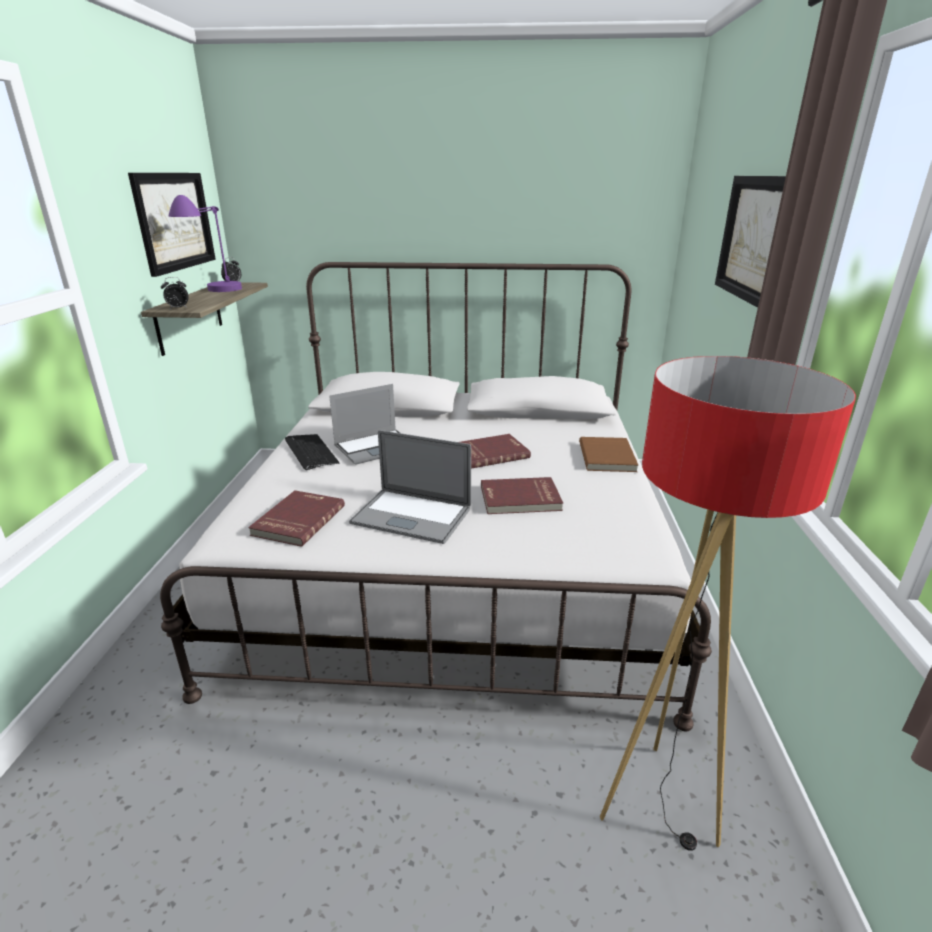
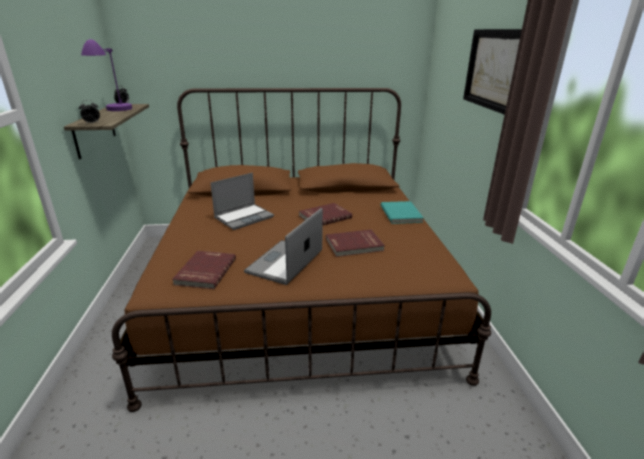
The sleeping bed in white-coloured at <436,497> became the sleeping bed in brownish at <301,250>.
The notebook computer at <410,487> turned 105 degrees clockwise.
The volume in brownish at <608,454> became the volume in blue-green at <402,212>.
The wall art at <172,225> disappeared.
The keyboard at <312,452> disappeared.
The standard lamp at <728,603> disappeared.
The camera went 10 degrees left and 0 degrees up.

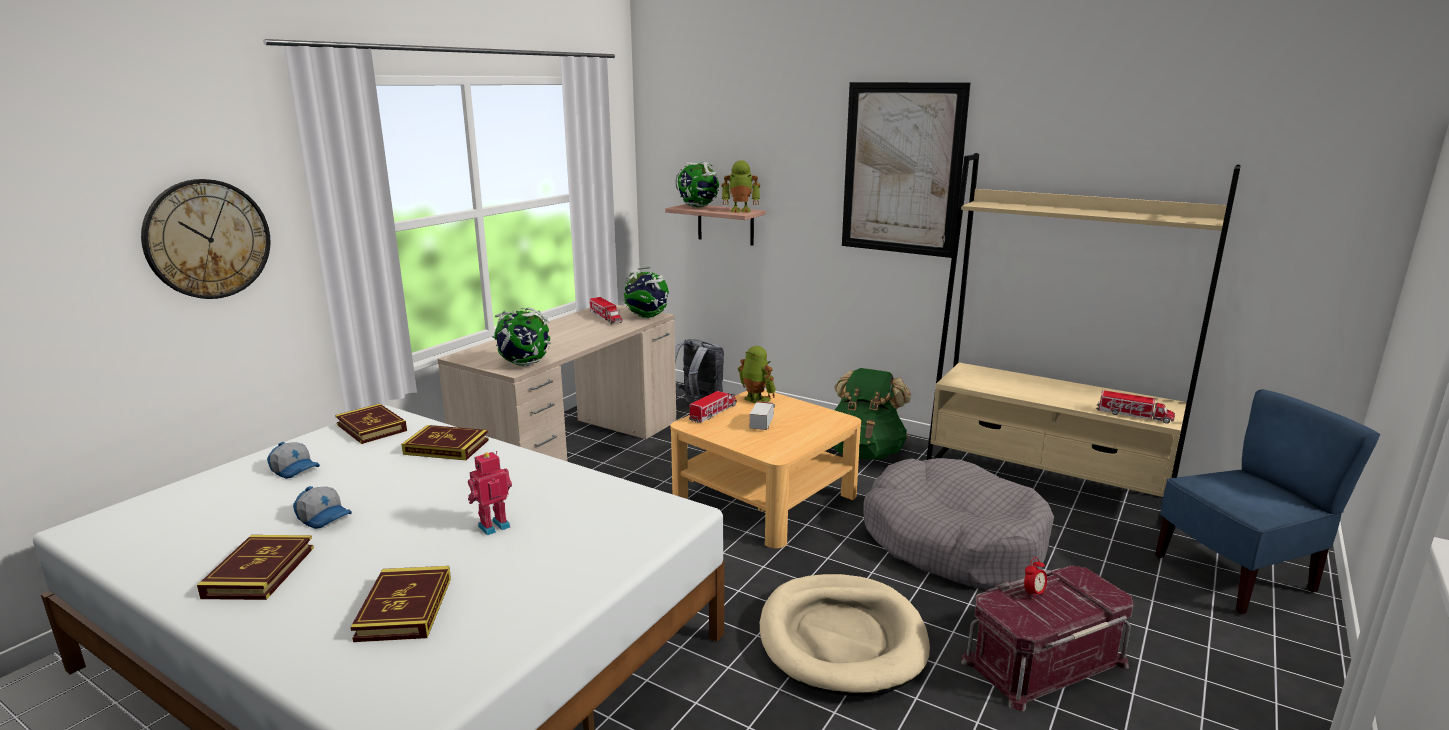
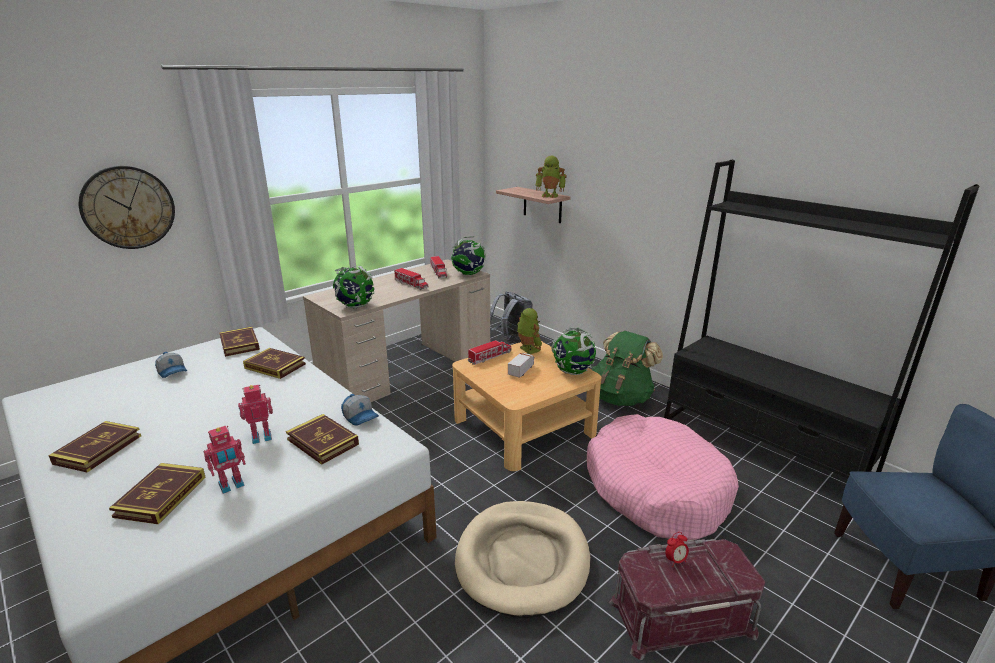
The toy robot at <225,460> appeared.
The volume at <322,439> appeared.
The cap moved from <322,507> to <360,409>.
The toy truck moved from <1135,407> to <411,279>.
The globe moved from <697,184> to <574,351>.
The pet bed in gray at <959,523> became the pet bed in pink-coloured at <663,477>.
The bookshelf in sand-coloured at <1083,325> became the bookshelf in blackish at <821,319>.
The wall art at <906,170> disappeared.
The camera went 15 degrees right and 5 degrees up.

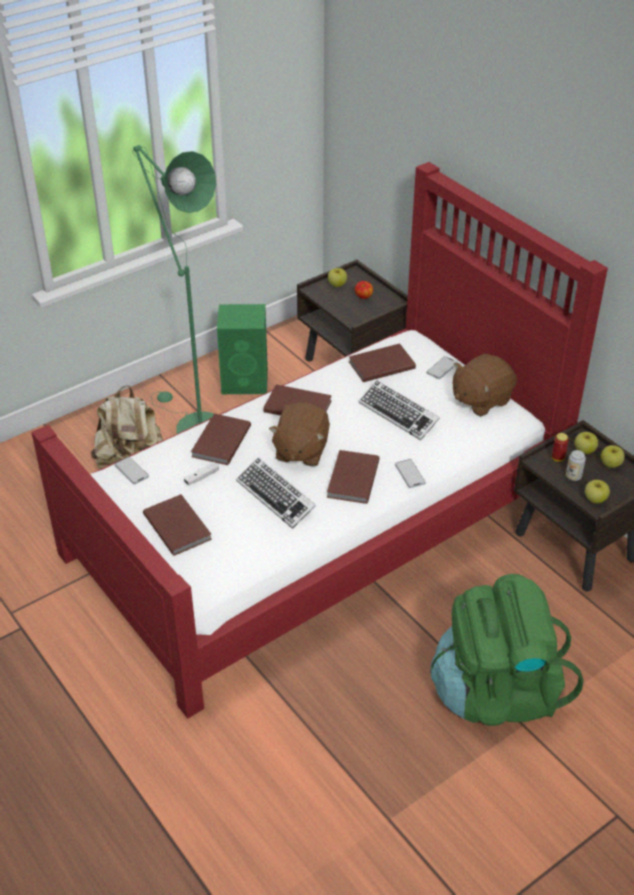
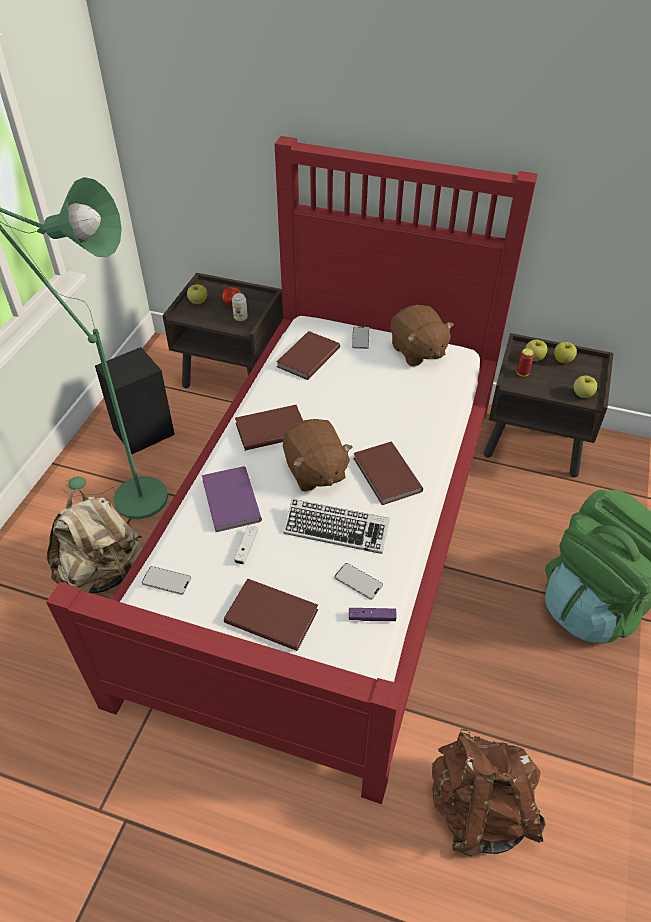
The loudspeaker in greenish at <242,349> became the loudspeaker in blackish at <135,400>.
The volume in brownish at <221,439> became the volume in purple at <232,499>.
The can moved from <576,465> to <240,307>.
The telephone moved from <410,473> to <359,581>.
The gamepad in purple at <373,614> appeared.
The plush toy in brownish at <485,385> turned 45 degrees counterclockwise.
The backpack in brownish at <489,792> appeared.
The keyboard at <399,410> disappeared.
The camera went 35 degrees left and 5 degrees up.

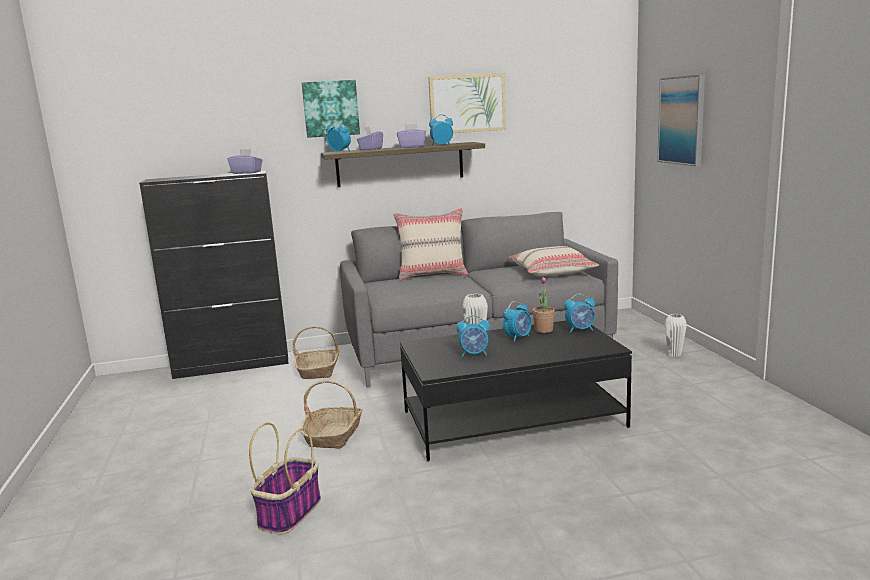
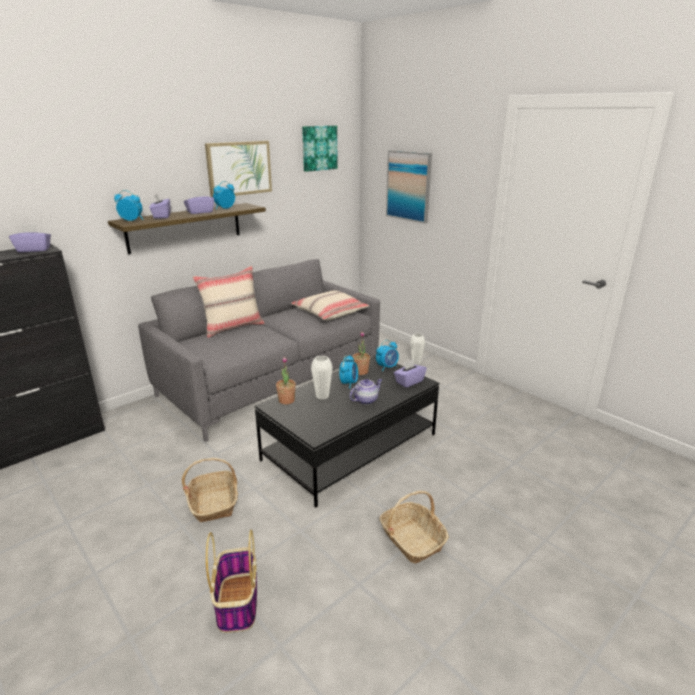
The plant in a pot at <286,381> appeared.
The wall art moved from <331,109> to <320,149>.
The pot for tea at <365,392> appeared.
The basket moved from <316,352> to <414,527>.
The box of tissues in purple at <410,373> appeared.
The alarm clock at <473,336> disappeared.
The camera went 30 degrees left and 10 degrees up.

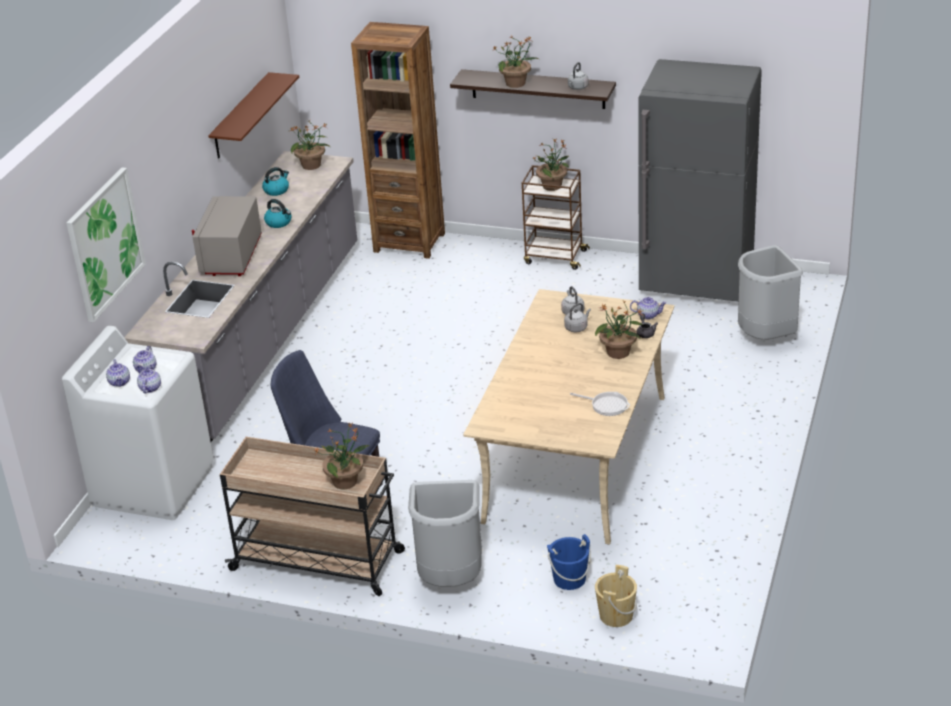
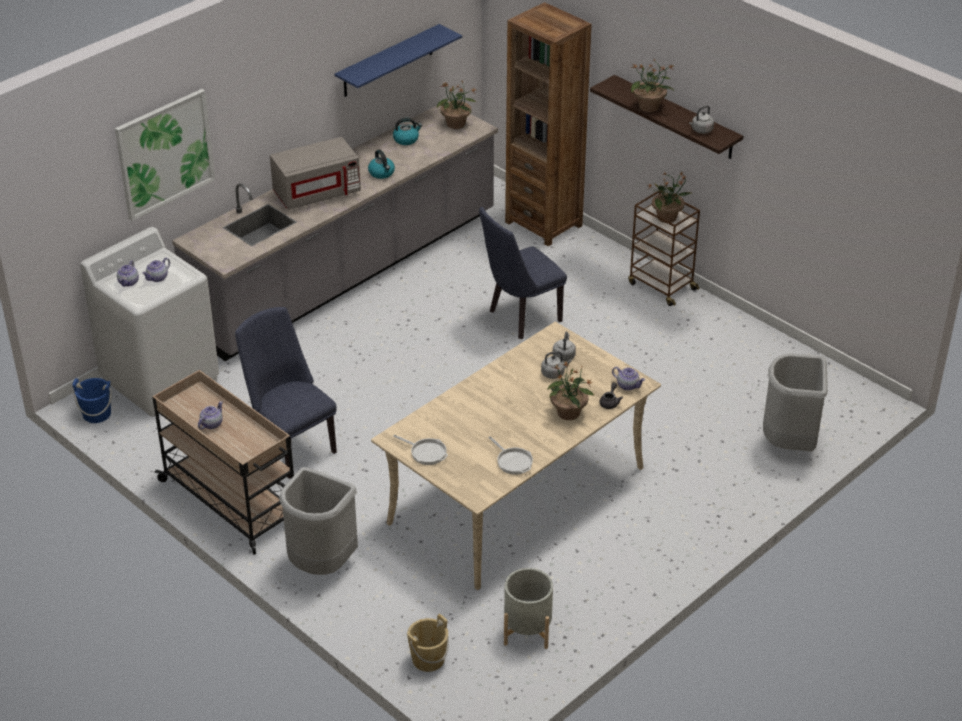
The pail in bluish moved from <569,562> to <91,400>.
The pot for tea moved from <149,379> to <210,415>.
The microwave in gray at <227,236> turned 150 degrees counterclockwise.
The shelf in brownish at <253,115> became the shelf in bluish at <398,60>.
The skillet at <420,450> appeared.
The upright chair in bluish at <523,273> appeared.
The flower pot in gray at <528,608> appeared.
The plant in a pot at <341,456> disappeared.
The fridge in gray at <700,180> disappeared.
The camera went 25 degrees right and 5 degrees up.

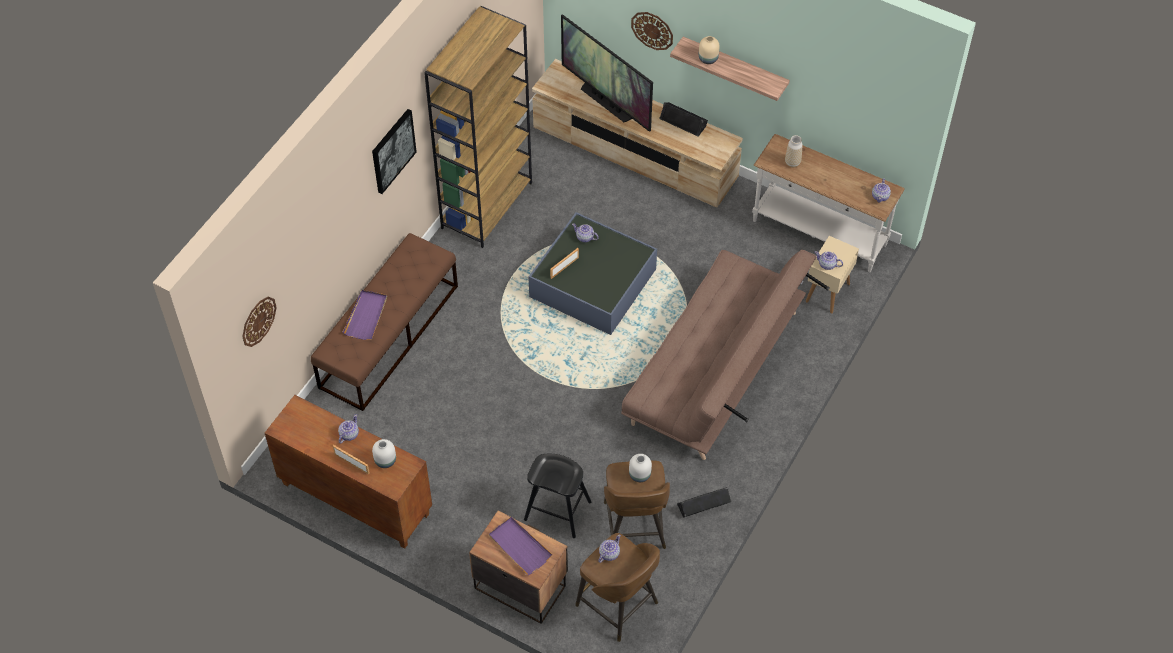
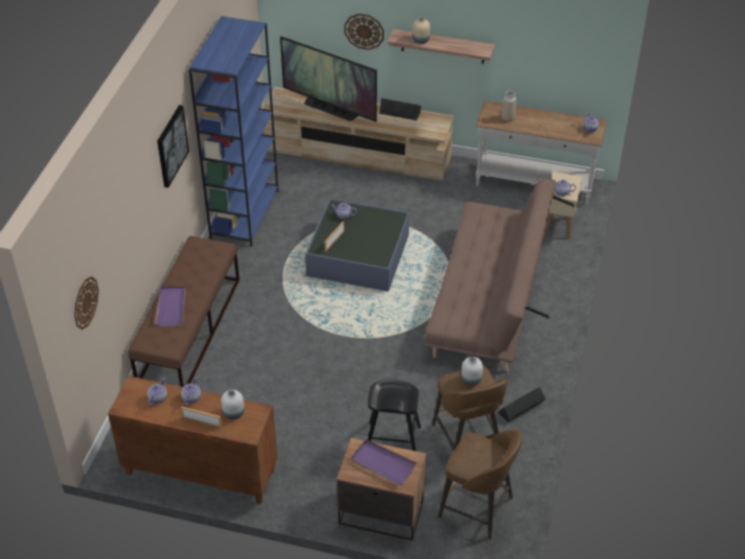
The pot for tea moved from <609,549> to <157,392>.
The bookshelf in brownish at <478,127> became the bookshelf in bluish at <234,131>.
The camera went 15 degrees left and 10 degrees down.

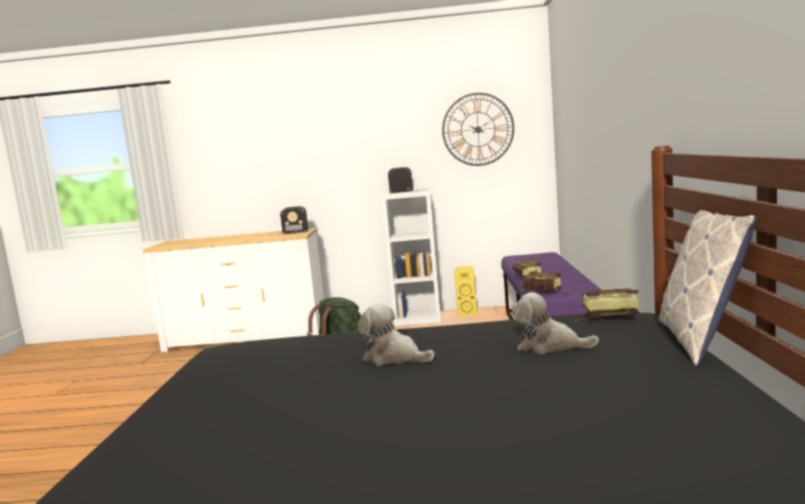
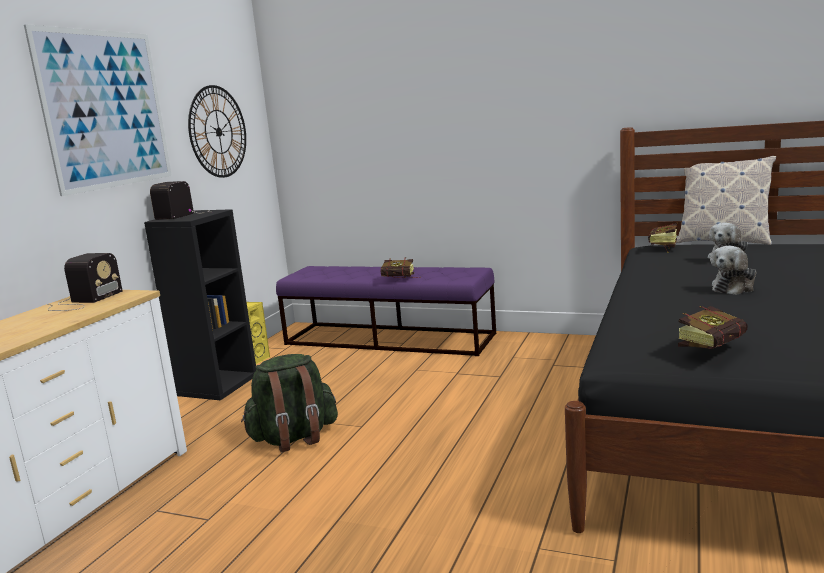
The wall art at <98,110> appeared.
The bookshelf in white-coloured at <411,257> became the bookshelf in blackish at <200,304>.
The volume moved from <542,281> to <713,327>.
The camera went 70 degrees left and 5 degrees up.

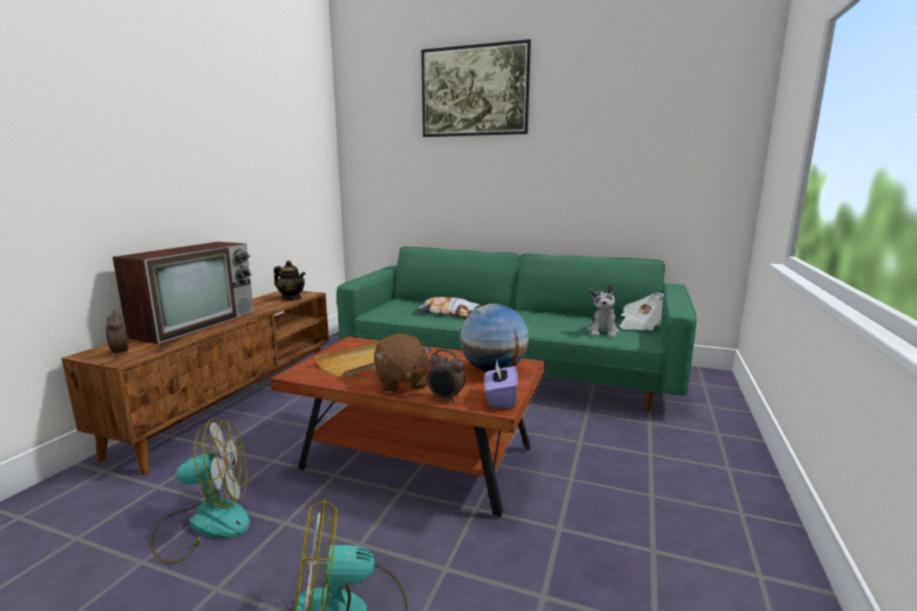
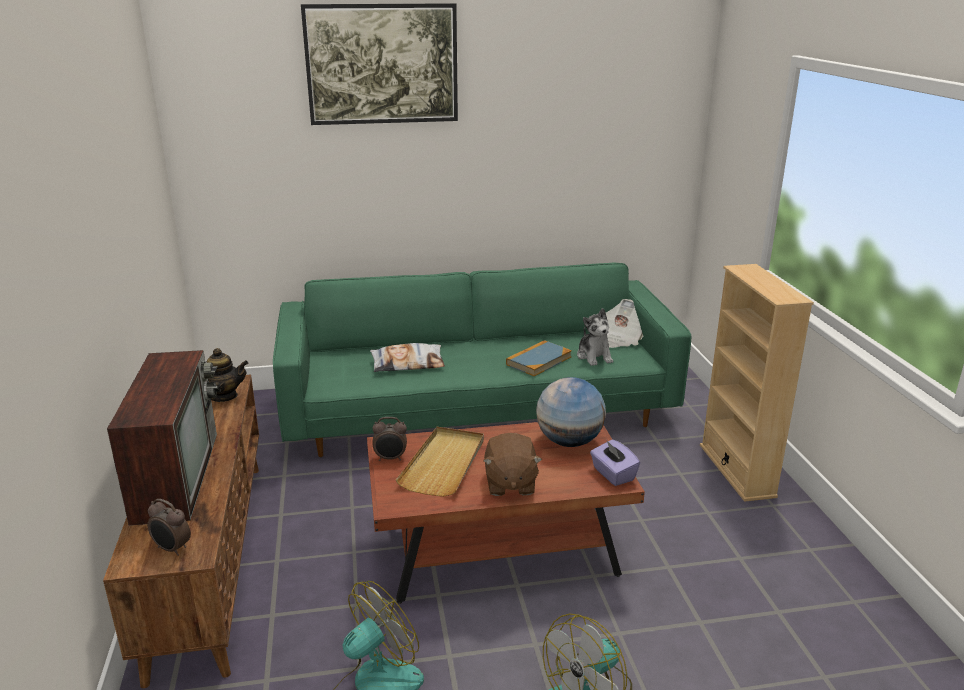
The alarm clock moved from <446,376> to <389,439>.
The plush toy in brownish at <403,363> turned 45 degrees clockwise.
The volume at <539,358> appeared.
The bookshelf in sand-coloured at <757,383> appeared.
The camera went 30 degrees left and 10 degrees up.

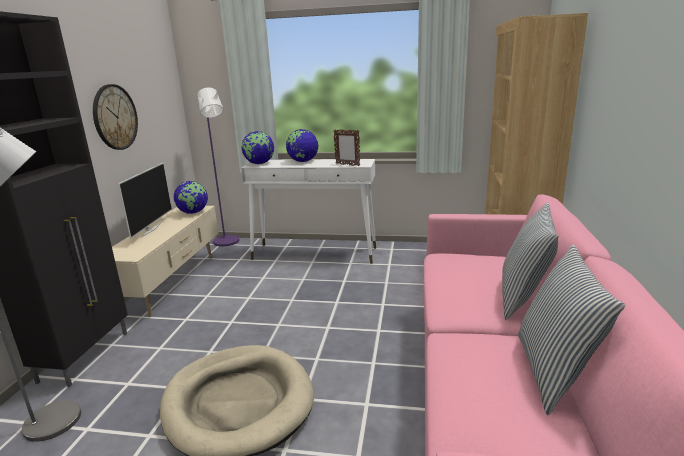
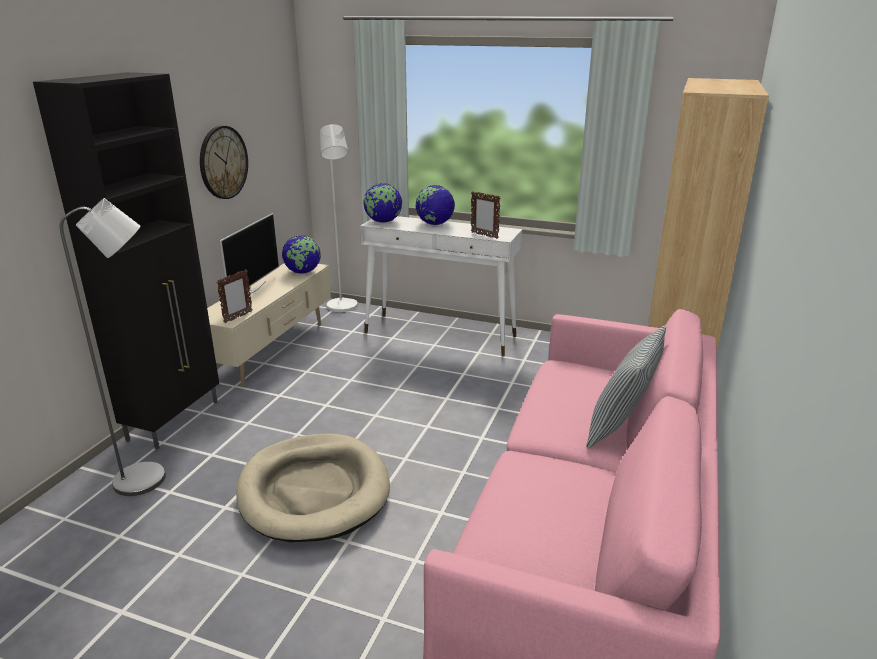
The photo frame at <235,296> appeared.
The standard lamp in purple at <218,167> became the standard lamp in white-coloured at <339,218>.
The throw pillow at <571,330> disappeared.
The camera went 10 degrees right and 5 degrees up.

